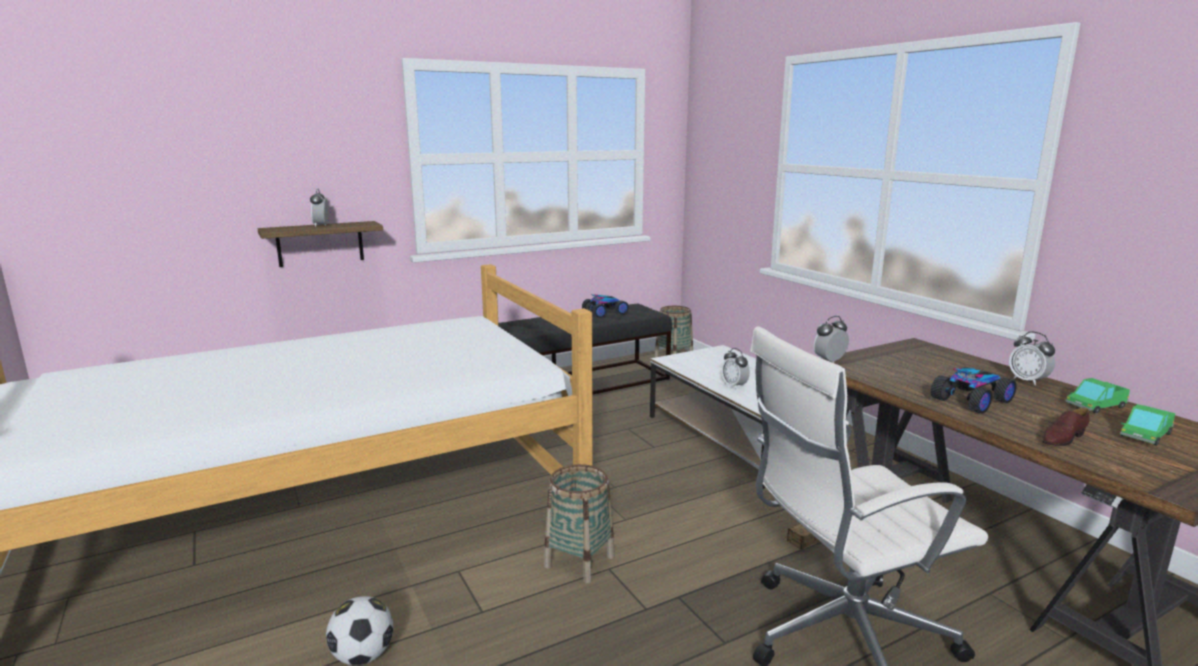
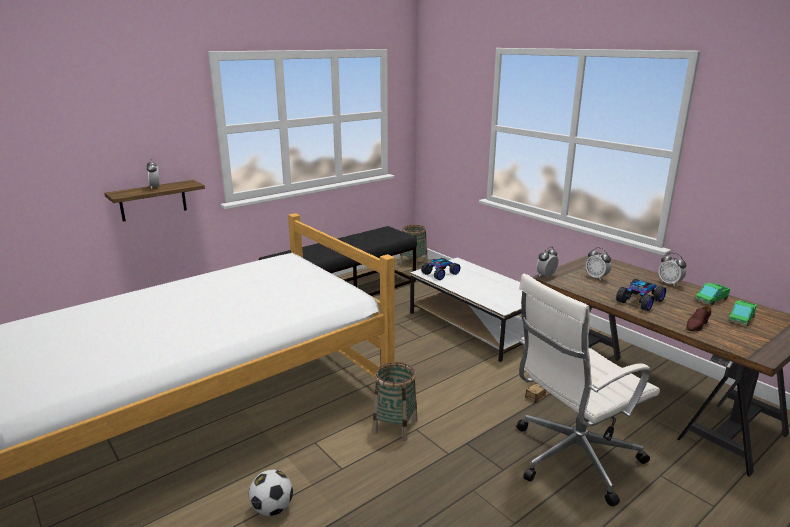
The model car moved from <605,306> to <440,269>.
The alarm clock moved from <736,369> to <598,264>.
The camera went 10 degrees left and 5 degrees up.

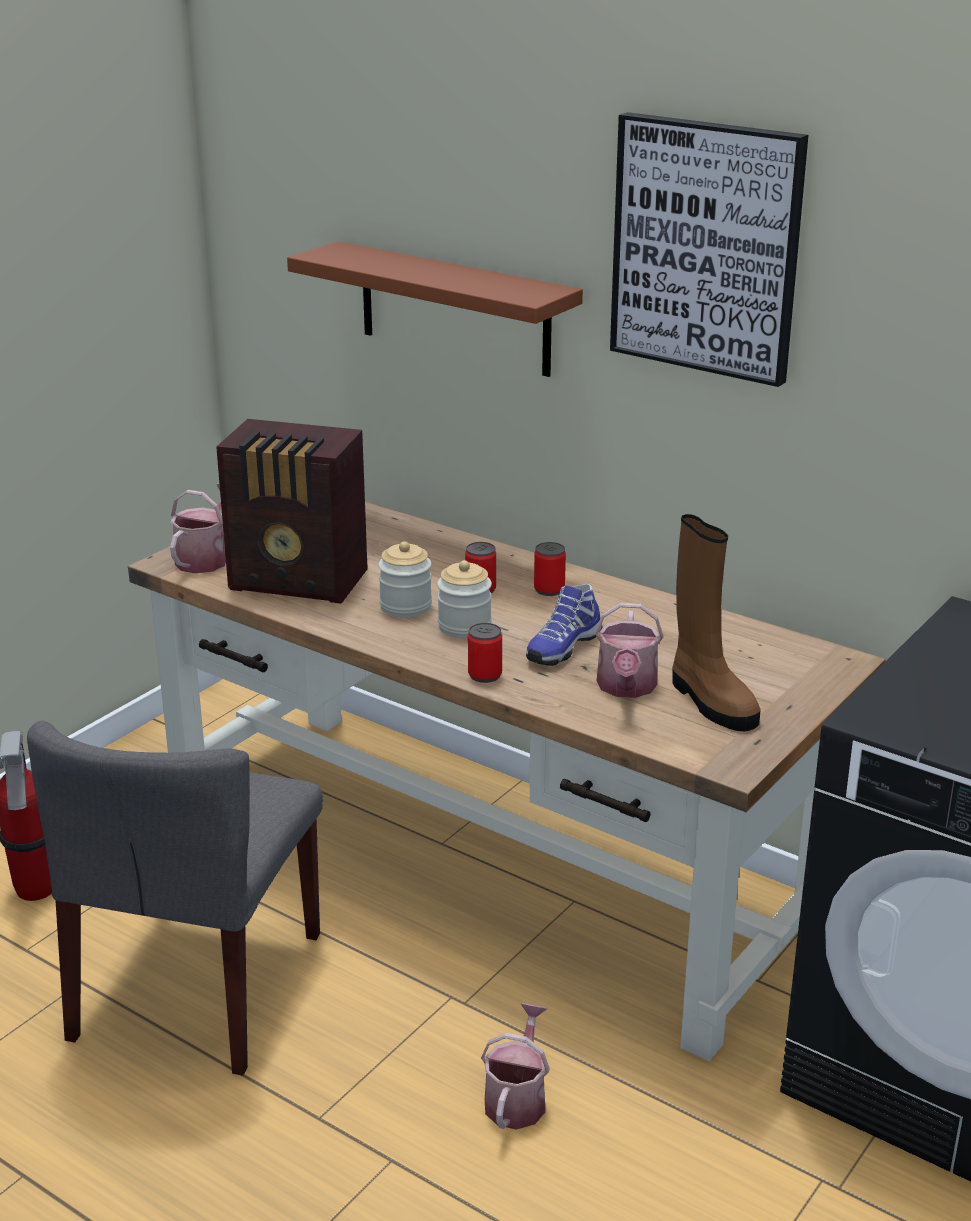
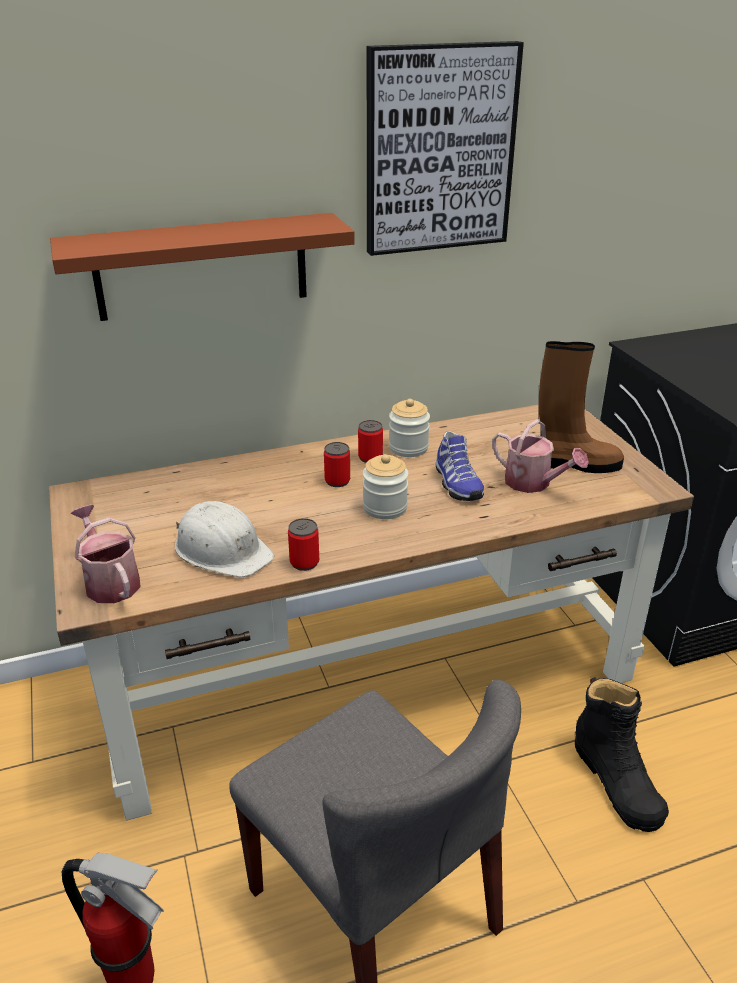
The radio at <292,511> was replaced by the work helmet in white-coloured at <224,539>.
The can moved from <485,653> to <303,544>.
The jar moved from <405,579> to <409,428>.
The watering can at <515,1066> was replaced by the boot in blackish at <622,754>.
The camera went 55 degrees left and 5 degrees up.

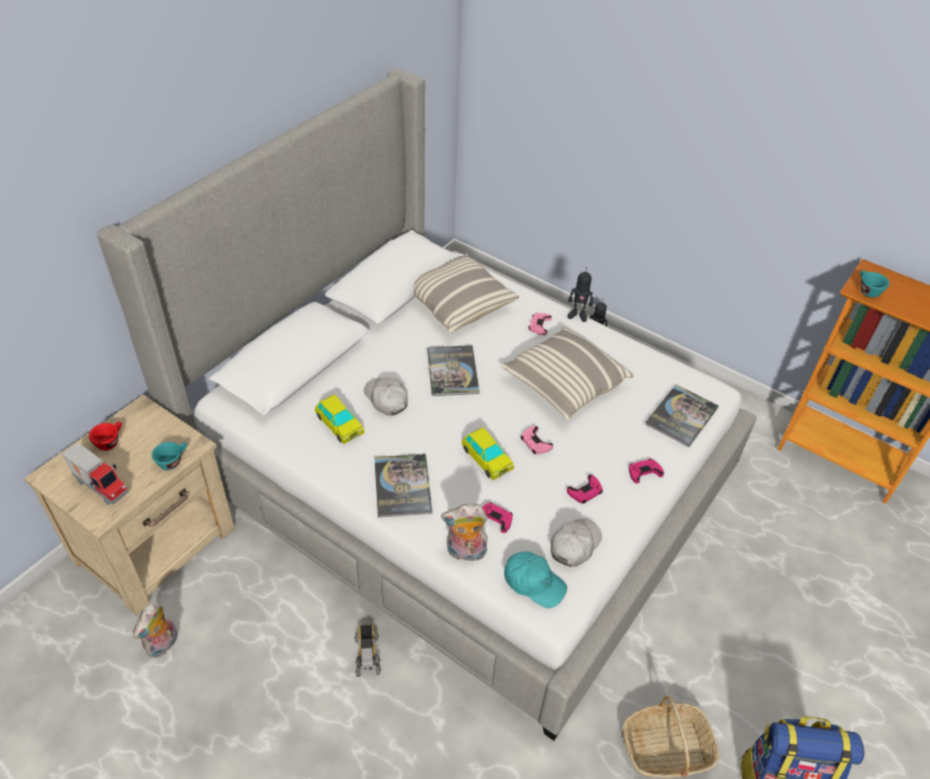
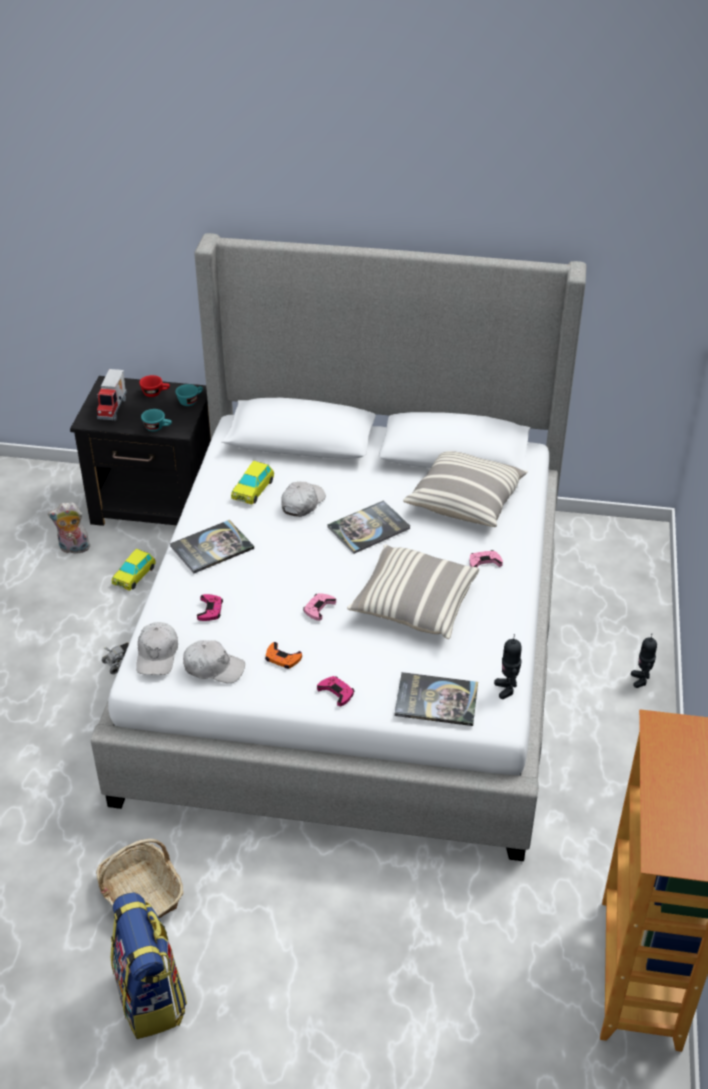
The nightstand in sand-coloured at <129,504> became the nightstand in blackish at <140,451>.
The model car moved from <488,453> to <134,570>.
The cap in blue-green at <535,579> became the cap in white-coloured at <157,648>.
The cup in blue-green moved from <874,284> to <189,395>.
The gamepad in pink-coloured at <585,489> became the gamepad in orangey at <283,655>.
The toy robot moved from <580,294> to <508,666>.
The plush toy at <465,533> disappeared.
The camera went 65 degrees right and 5 degrees down.

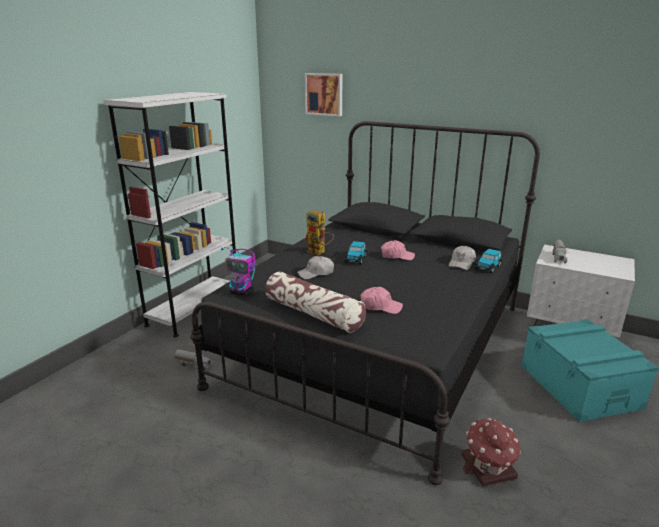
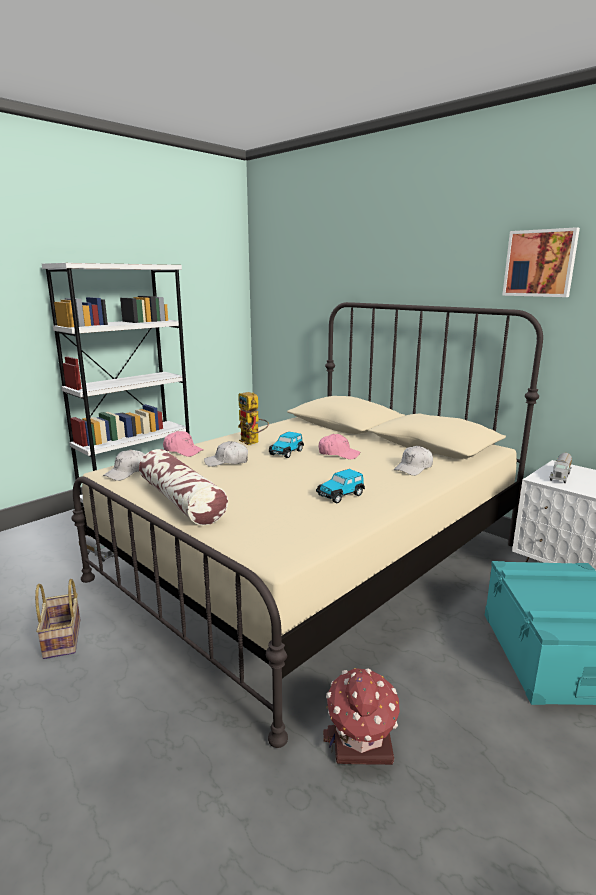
The basket at <57,619> appeared.
The sleeping bed in blackish at <365,303> became the sleeping bed in sand-coloured at <307,525>.
The toy robot at <238,272> was replaced by the cap in white-coloured at <124,465>.
The cap in pink-coloured moved from <382,300> to <183,444>.
The model car moved from <488,261> to <340,486>.
The wall art moved from <324,94> to <541,262>.
The camera went 15 degrees right and 5 degrees down.

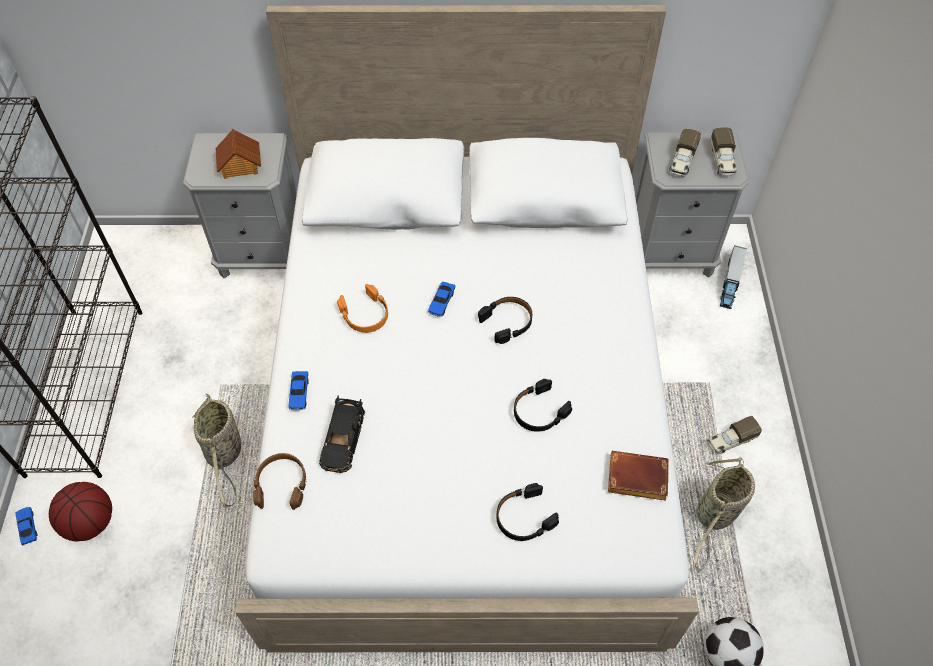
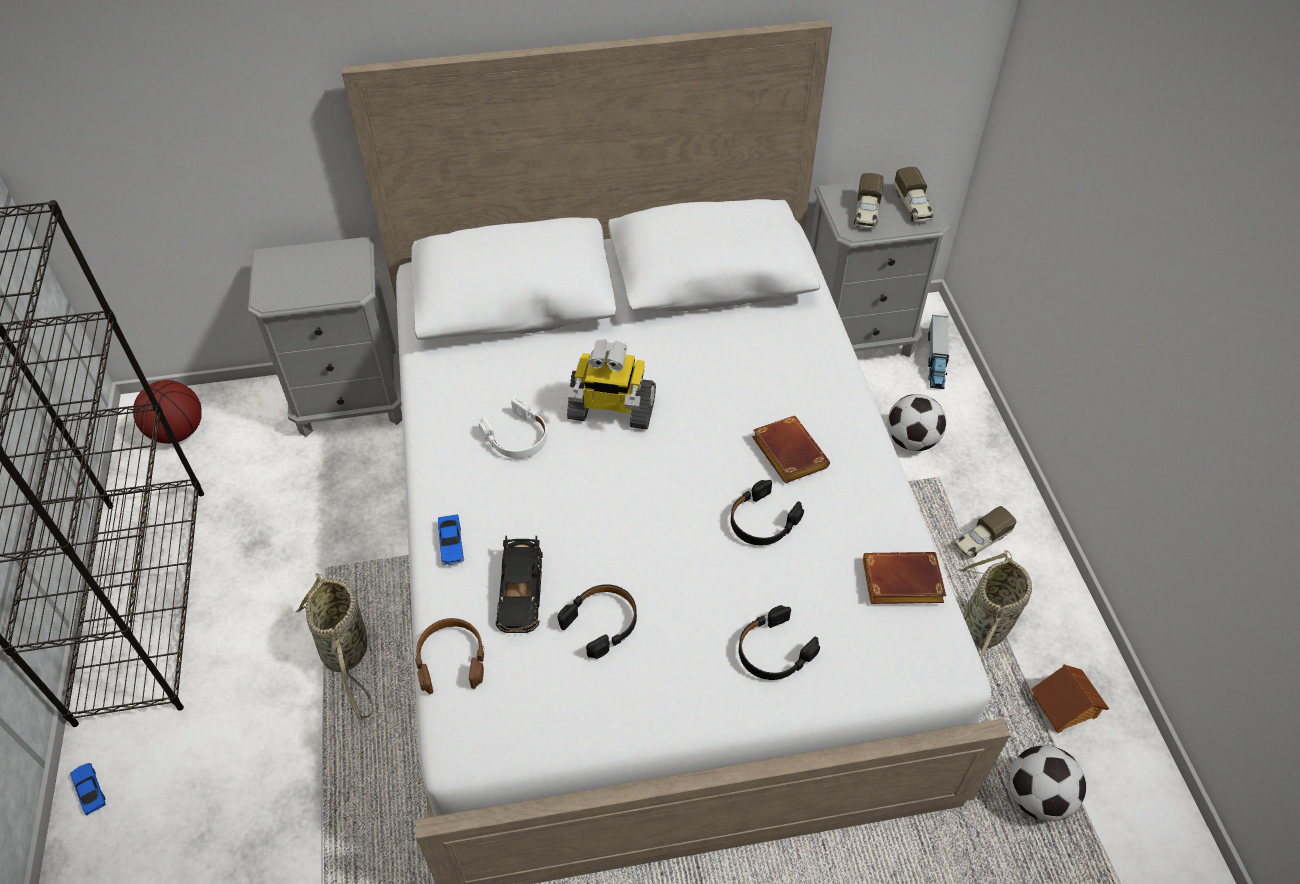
The basketball moved from <80,511> to <167,412>.
The headphones in orangey at <362,308> became the headphones in white-coloured at <513,429>.
The headphones in blackish moved from <505,320> to <597,621>.
The model car at <441,299> was replaced by the toy robot at <611,384>.
The volume in brownish at <791,449> appeared.
The football at <916,422> appeared.
The model house moved from <238,154> to <1070,698>.
The camera went 10 degrees left and 5 degrees down.

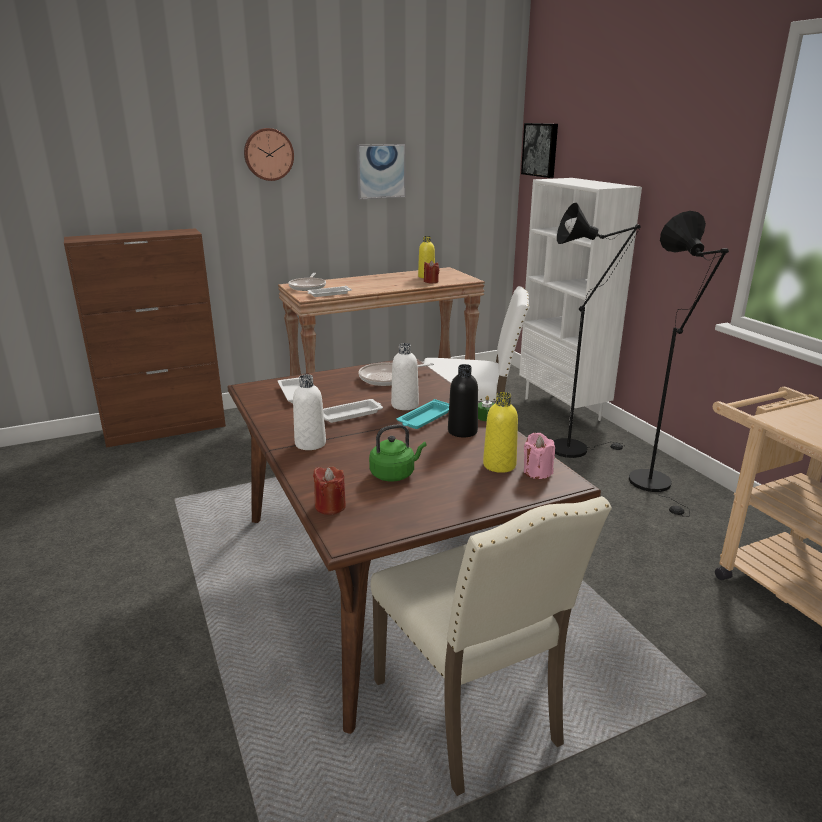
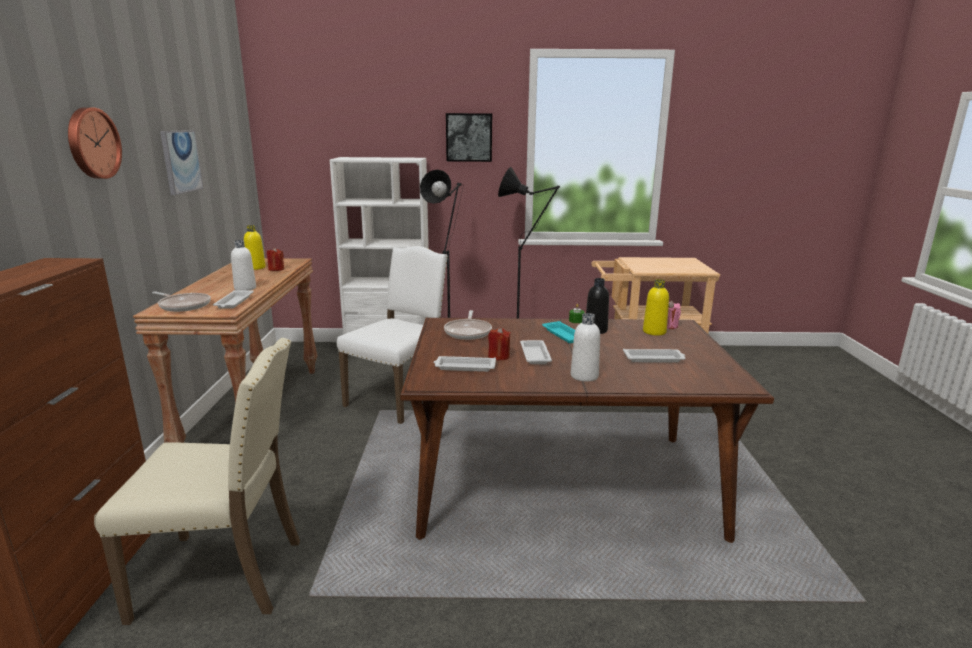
The upright chair in sand-coloured moved from <491,646> to <197,481>.
The drink bottle in white-coloured moved from <405,376> to <243,265>.
The wall art moved from <539,150> to <469,137>.
The candle in red moved from <329,490> to <499,343>.
The kettle in greenish at <397,452> was replaced by the carrying tray in white-coloured at <654,355>.
The camera went 65 degrees left and 5 degrees down.

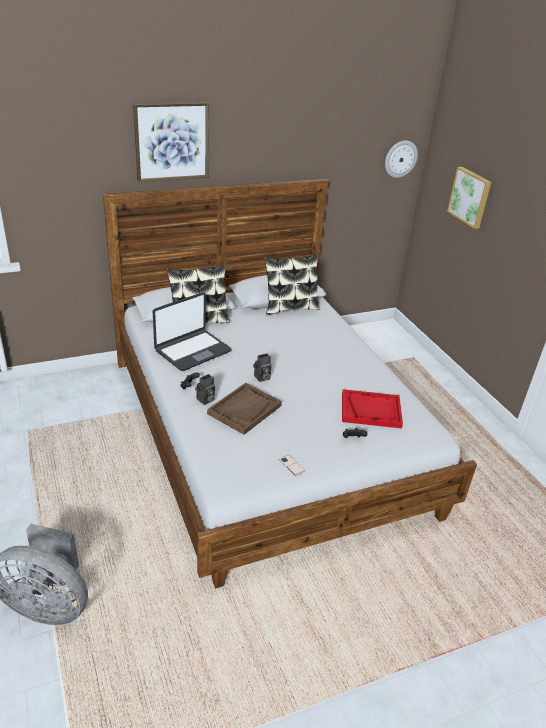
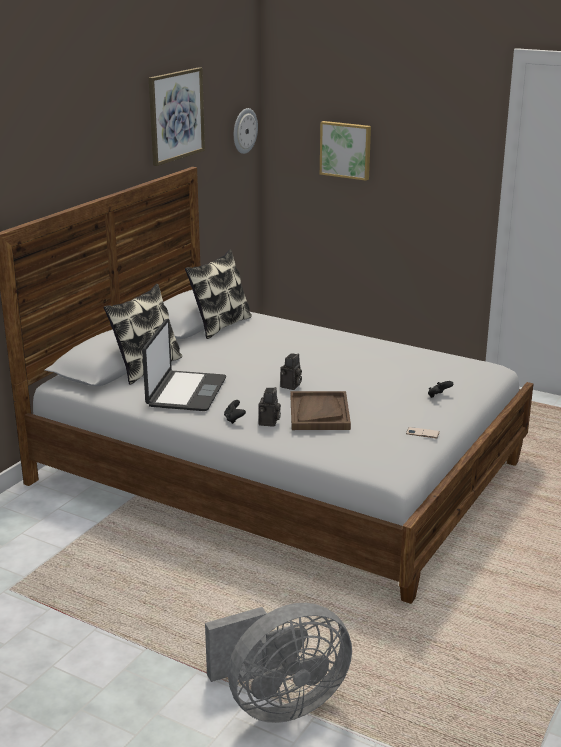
The wall art moved from <171,142> to <177,116>.
The carrying tray in red at <372,408> disappeared.
The camera went 35 degrees left and 10 degrees down.

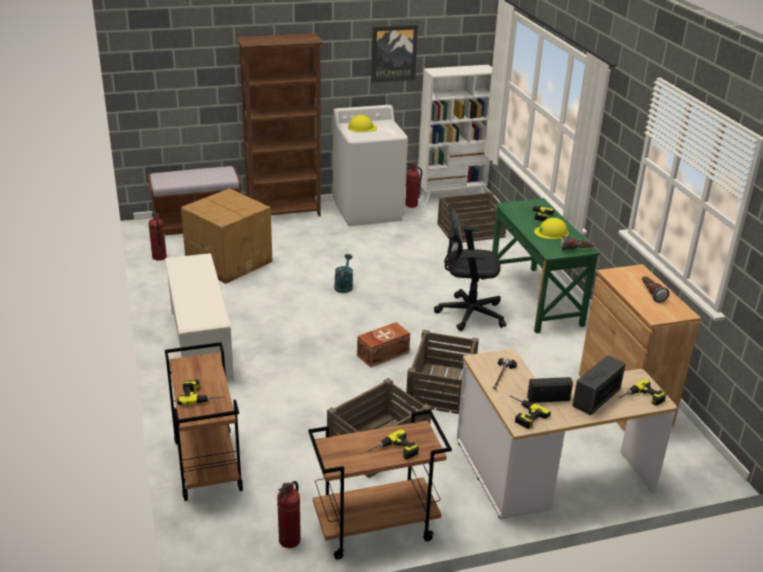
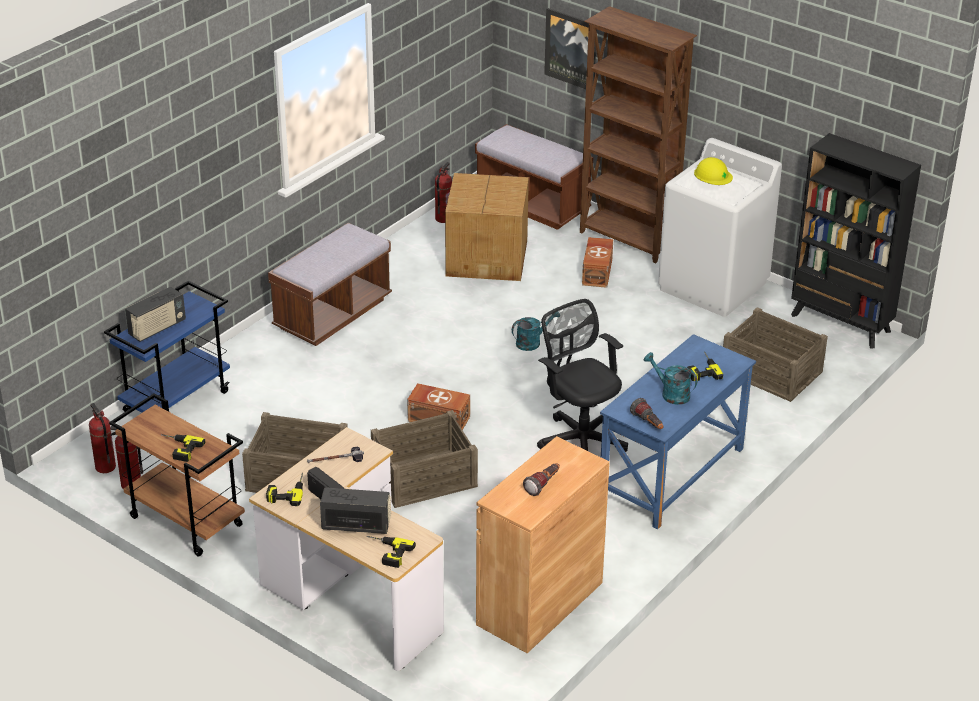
The fire extinguisher moved from <413,185> to <102,438>.
The wheeled cart in brownish at <204,421> became the wheeled cart in bluish at <167,347>.
The electric drill at <200,392> was replaced by the radio at <155,314>.
The shoe rack in white-coloured at <199,317> was replaced by the indoor bench in brownish at <330,284>.
The wall art moved from <394,54> to <570,48>.
The storage box in brownish at <597,262> appeared.
The desk in greenish at <546,266> became the desk in bluish at <678,431>.
The work helmet in yellowish at <551,228> was replaced by the watering can in blue-green at <671,378>.
The bookshelf in white-coloured at <455,134> became the bookshelf in blackish at <856,241>.
The camera went 55 degrees right and 5 degrees up.

